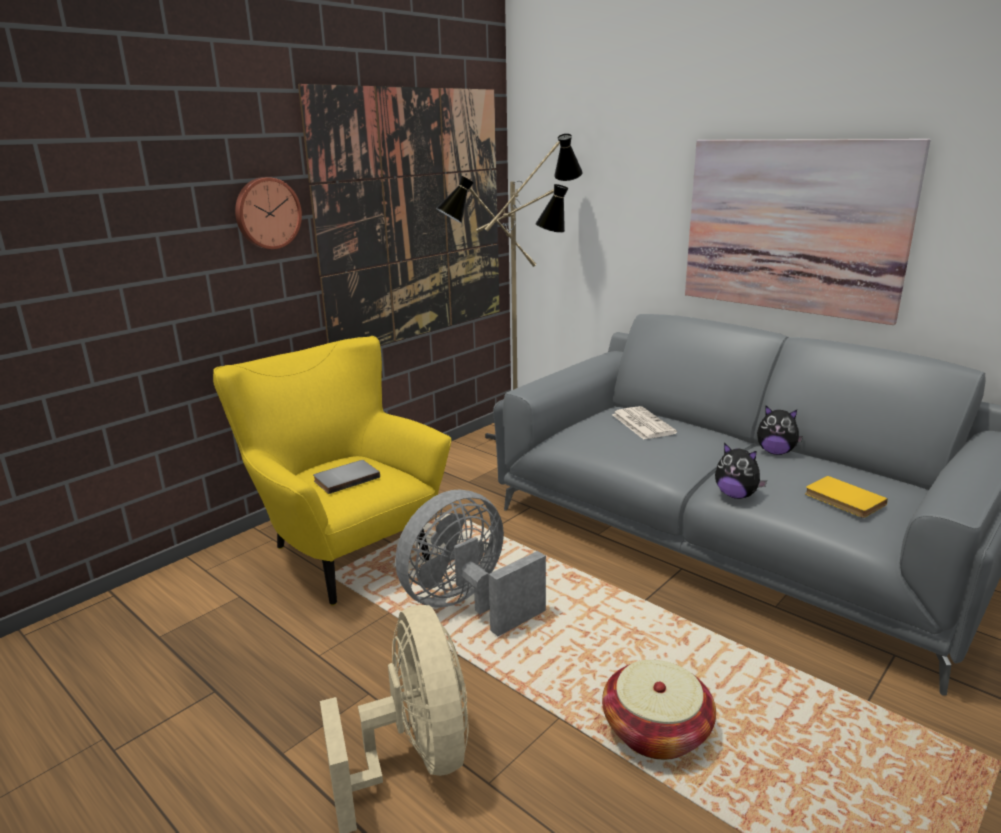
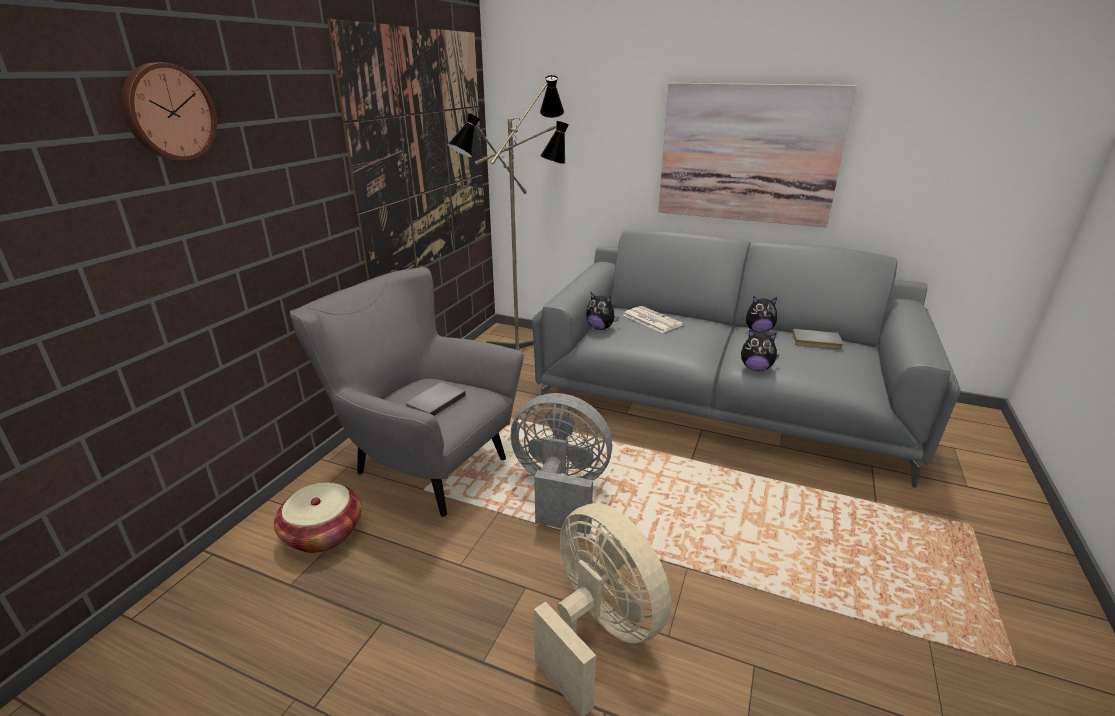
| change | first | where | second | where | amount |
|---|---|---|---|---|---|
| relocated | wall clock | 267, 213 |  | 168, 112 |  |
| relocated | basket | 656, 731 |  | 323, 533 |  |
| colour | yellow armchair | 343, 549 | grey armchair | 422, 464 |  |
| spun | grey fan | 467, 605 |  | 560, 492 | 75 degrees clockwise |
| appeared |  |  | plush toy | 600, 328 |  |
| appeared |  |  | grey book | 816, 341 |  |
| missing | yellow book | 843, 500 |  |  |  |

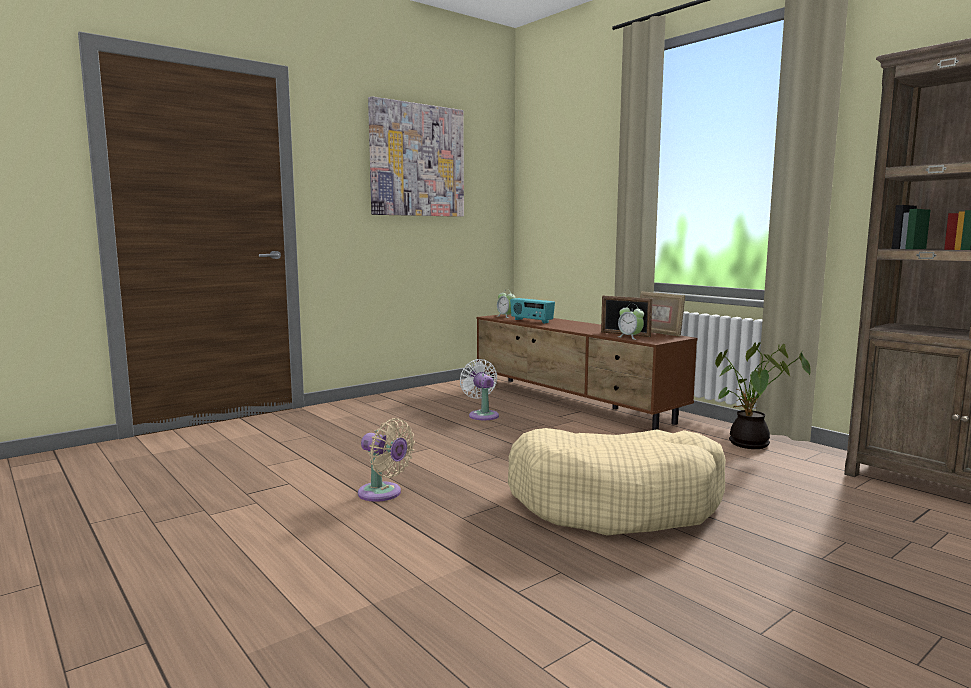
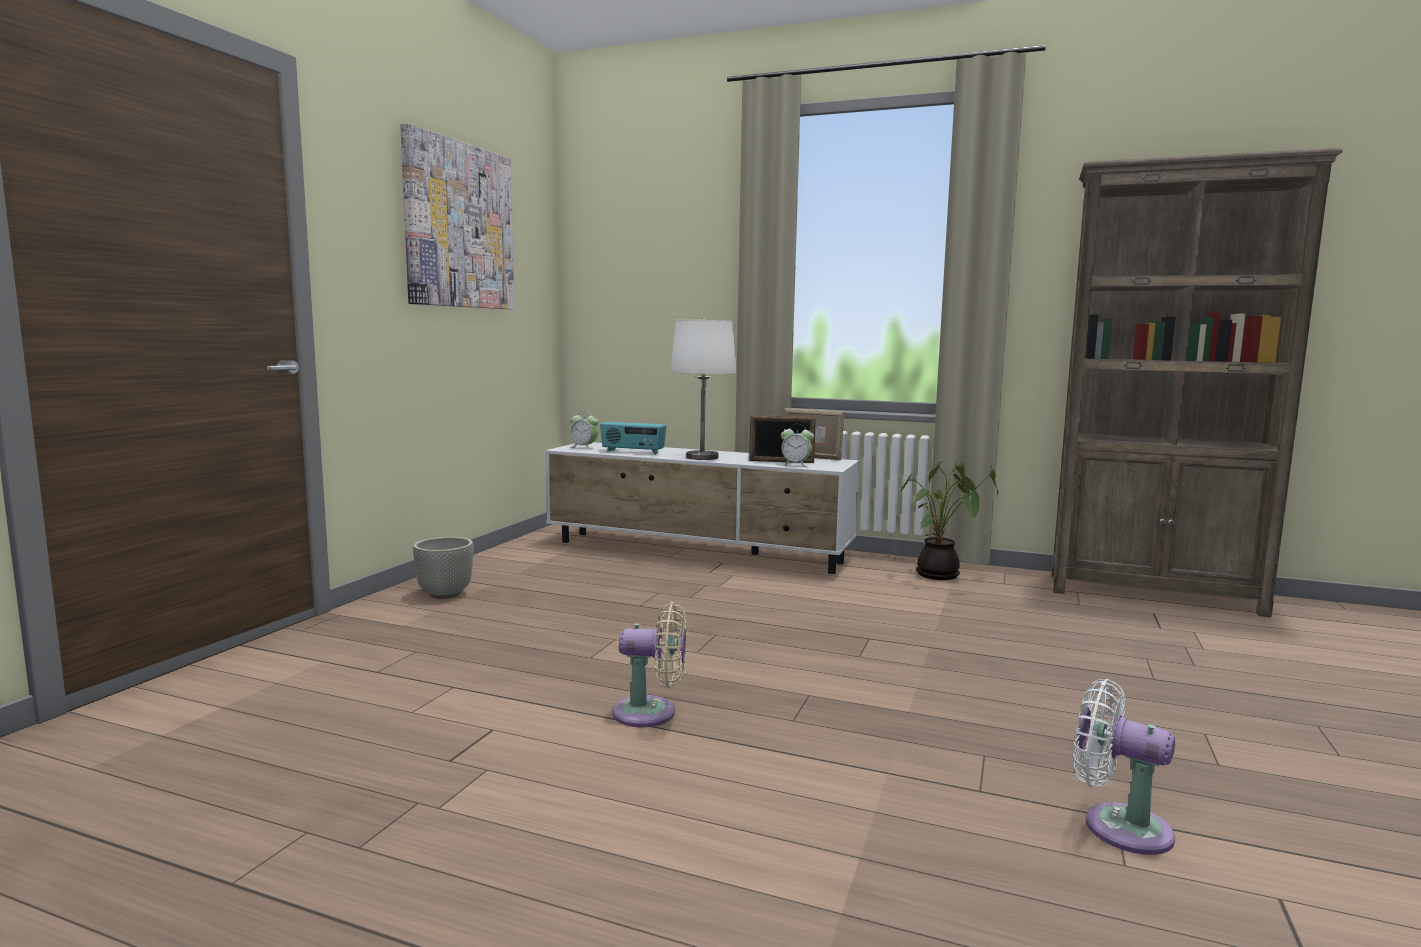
| change | first | where | second | where | amount |
|---|---|---|---|---|---|
| appeared |  |  | grey planter | 444, 594 |  |
| colour | brown tv stand | 573, 402 | white tv stand | 698, 552 |  |
| appeared |  |  | white table lamp | 702, 457 |  |
| relocated | white fan | 482, 415 |  | 1118, 826 |  |
| missing | beige dog bed | 616, 502 |  |  |  |

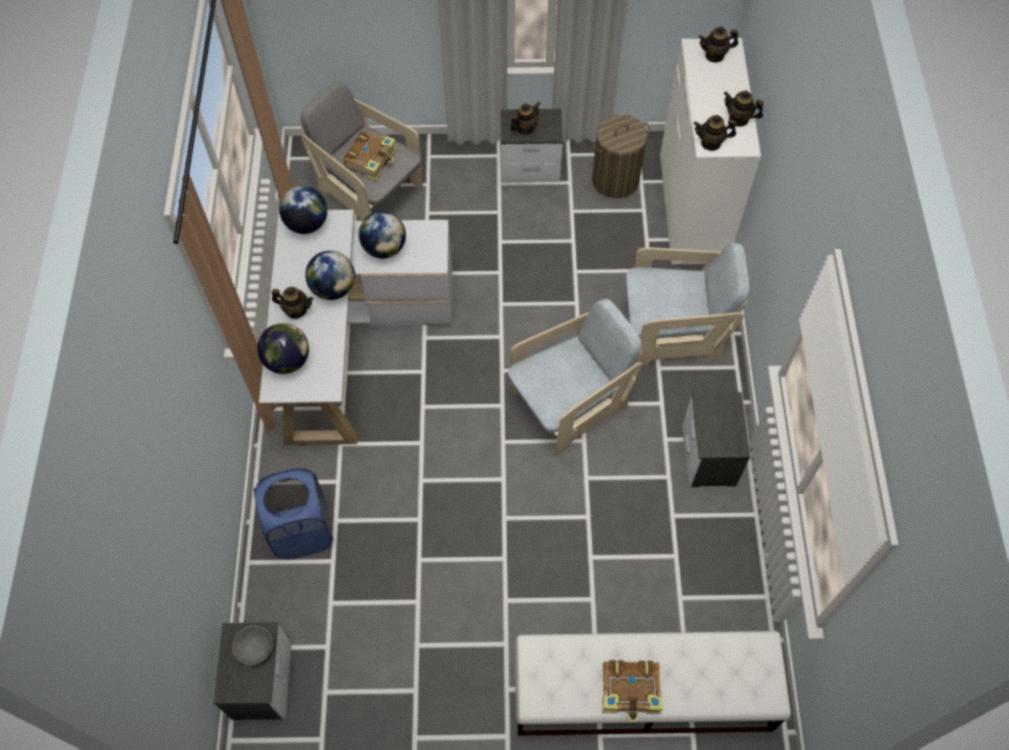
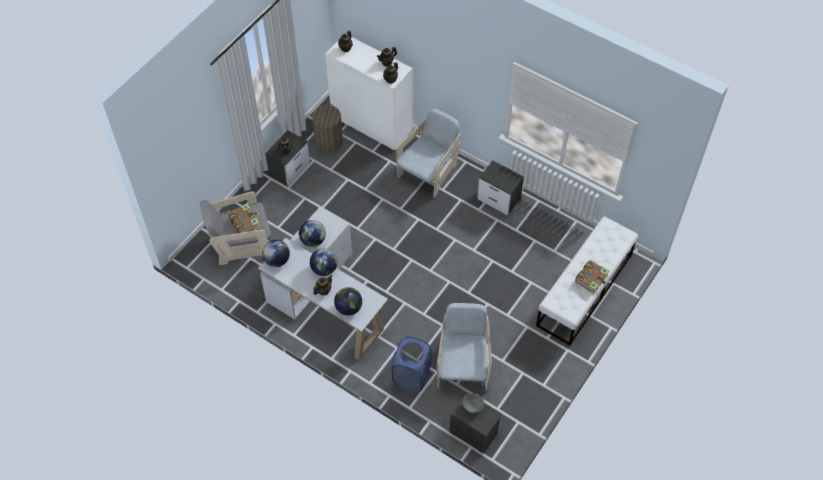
| change | first | where | second | where | amount |
|---|---|---|---|---|---|
| relocated | beige armchair | 570, 403 |  | 463, 366 |  |

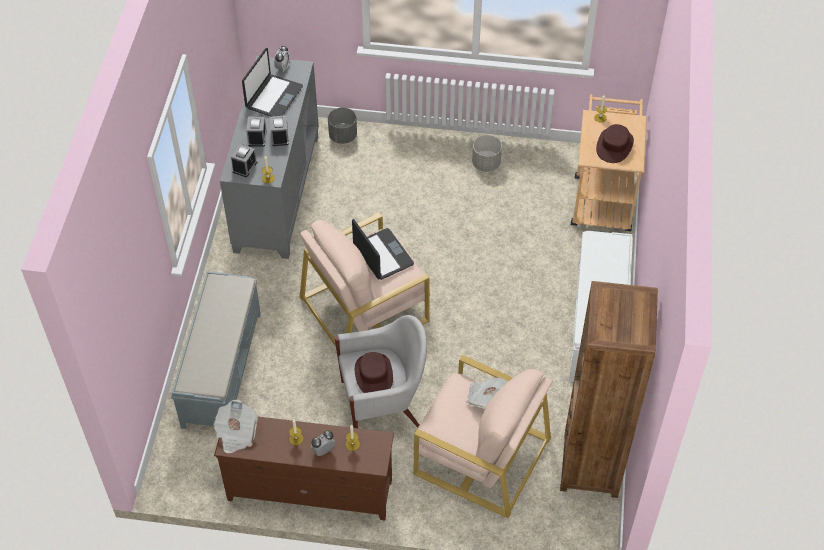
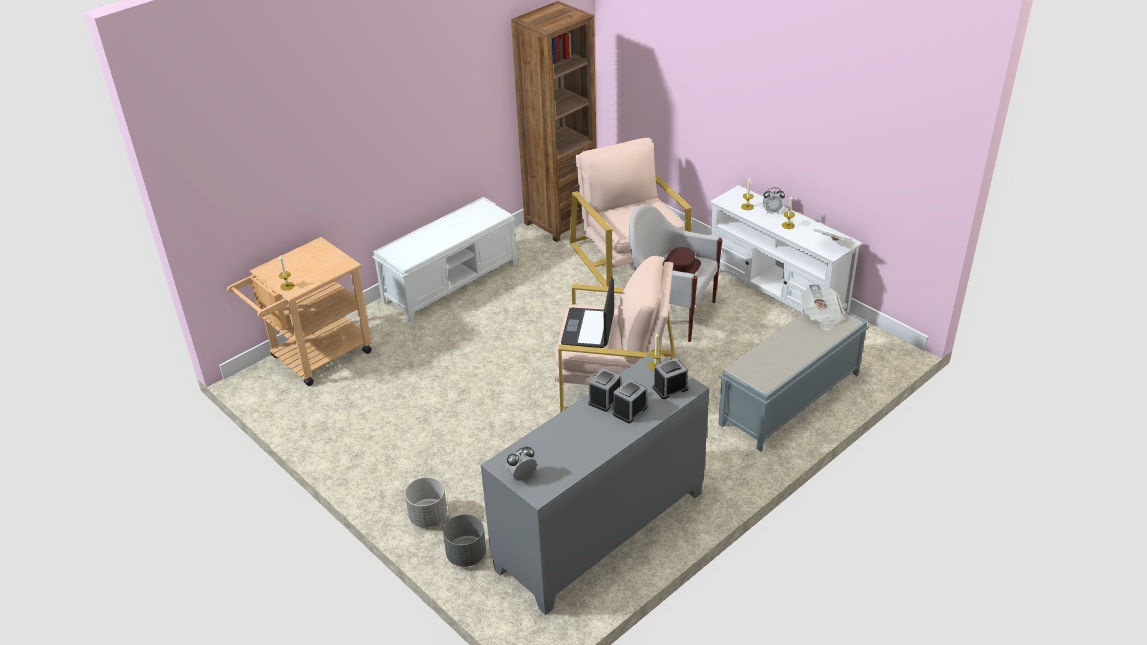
| change | first | where | second | where | amount |
|---|---|---|---|---|---|
| relocated | grey planter | 486, 163 |  | 428, 517 |  |
| colour | brown tv stand | 310, 491 | white tv stand | 777, 292 |  |
| relocated | newspaper | 486, 398 |  | 821, 316 |  |
| missing | laptop | 273, 97 |  |  |  |
| missing | brown hat | 614, 146 |  |  |  |

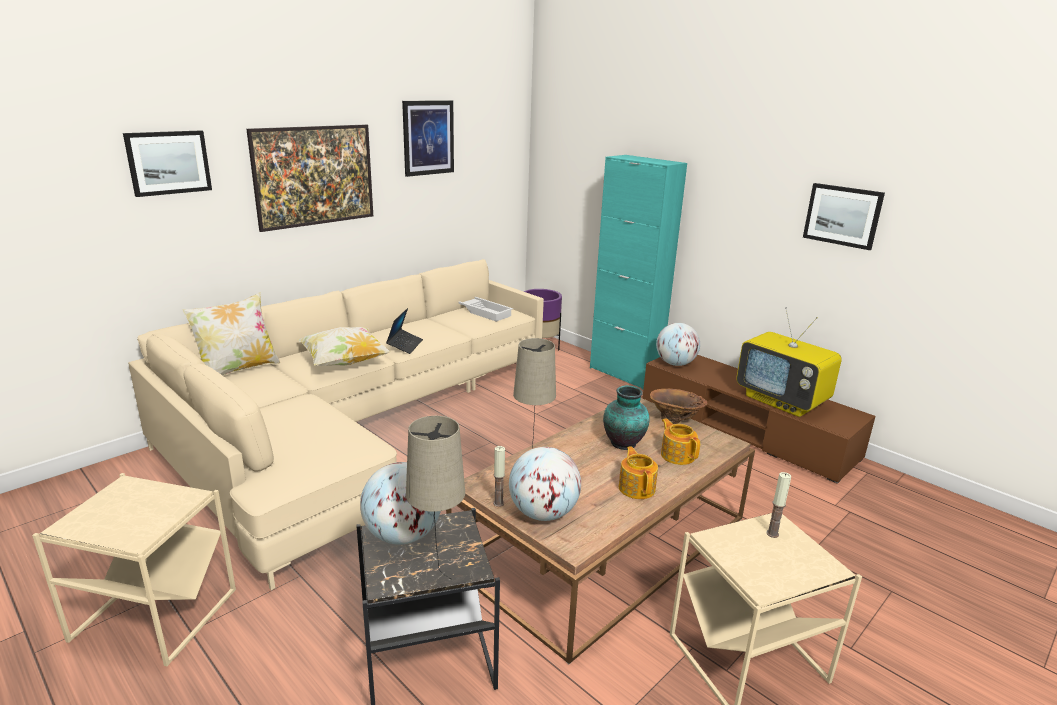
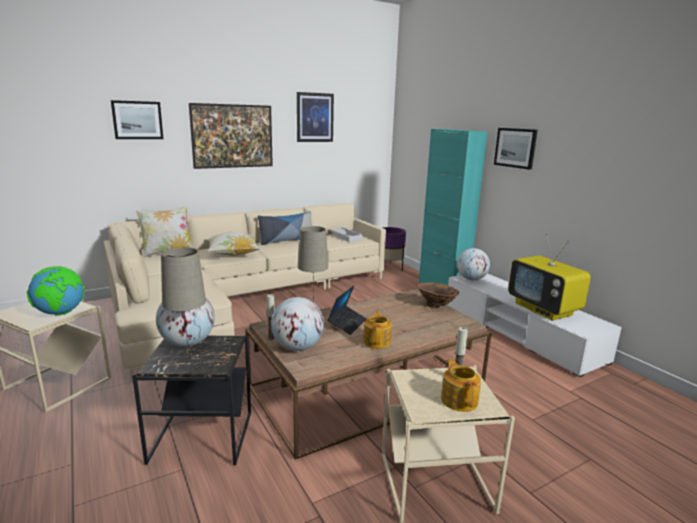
| change | first | where | second | where | amount |
|---|---|---|---|---|---|
| appeared |  |  | globe | 61, 313 |  |
| appeared |  |  | pillow | 286, 240 |  |
| relocated | laptop | 405, 345 |  | 347, 324 |  |
| relocated | teapot | 677, 455 |  | 459, 400 |  |
| colour | brown tv stand | 745, 429 | white tv stand | 519, 332 |  |
| relocated | picture | 842, 215 |  | 515, 148 |  |
| missing | vase | 624, 444 |  |  |  |

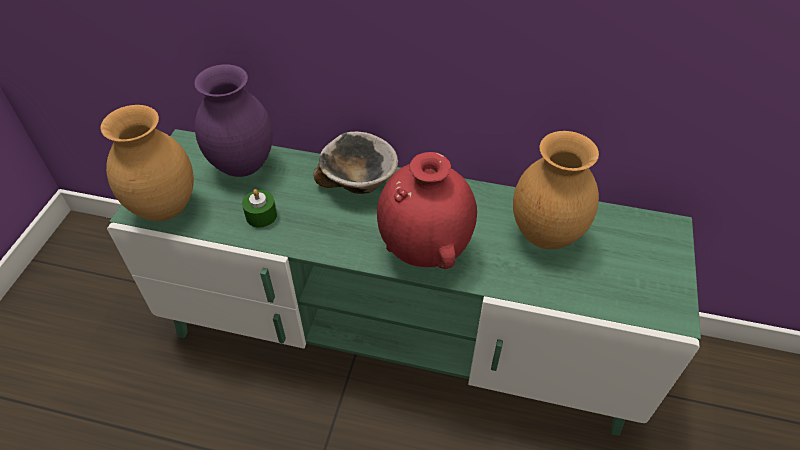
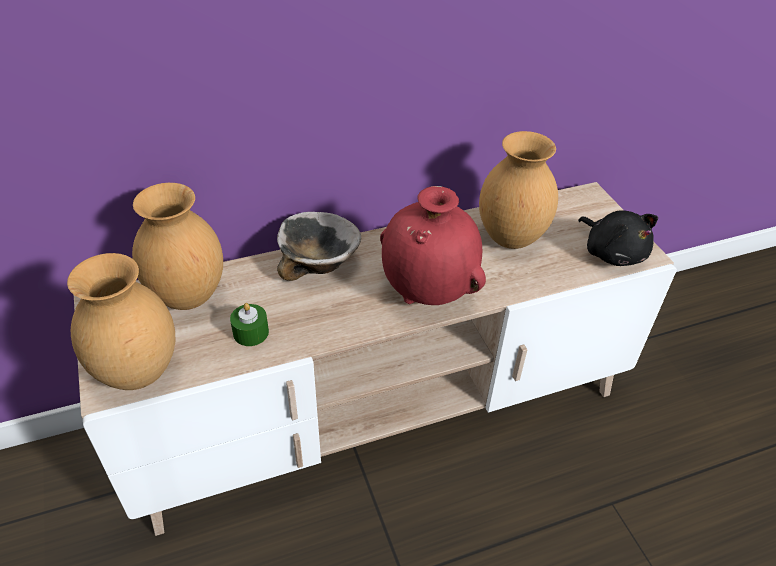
| change | first | where | second | where | amount |
|---|---|---|---|---|---|
| colour | green tv stand | 399, 336 | beige tv stand | 383, 412 |  |
| colour | purple vase | 243, 165 | brown vase | 187, 296 |  |
| appeared |  |  | black plush toy | 612, 252 |  |

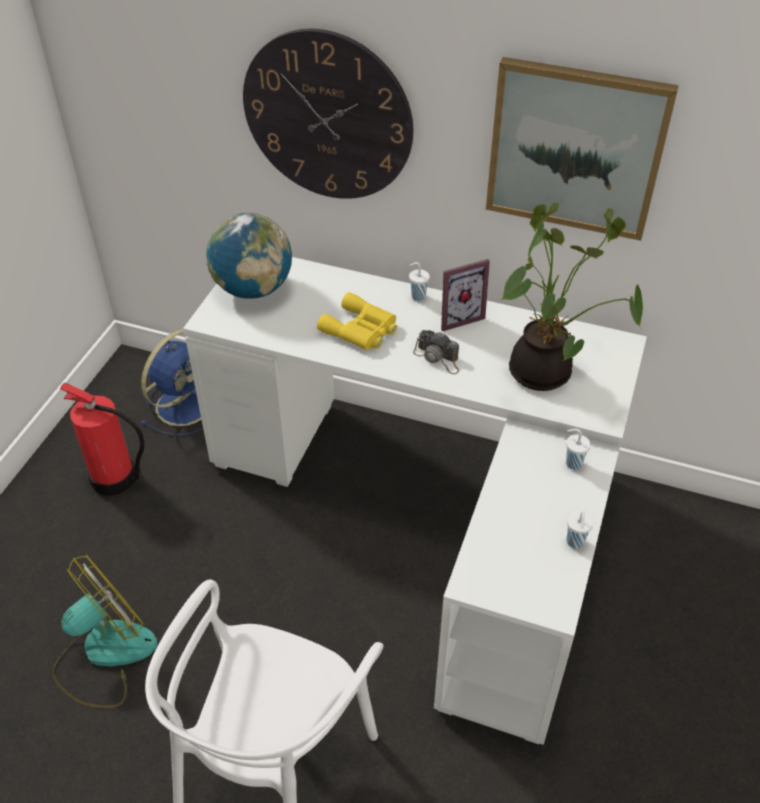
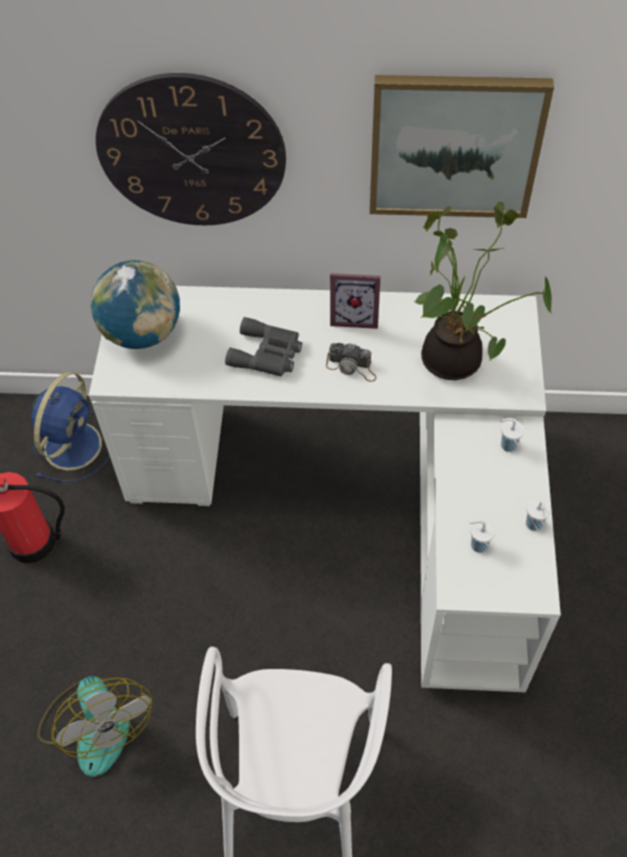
| change | first | where | second | where | amount |
|---|---|---|---|---|---|
| spun | fan | 104, 654 |  | 96, 724 | 120 degrees clockwise |
| colour | yellow binoculars | 361, 330 | grey binoculars | 267, 354 |  |
| spun | picture frame | 457, 316 |  | 354, 316 | 45 degrees clockwise |
| relocated | white cup | 417, 296 |  | 477, 545 |  |

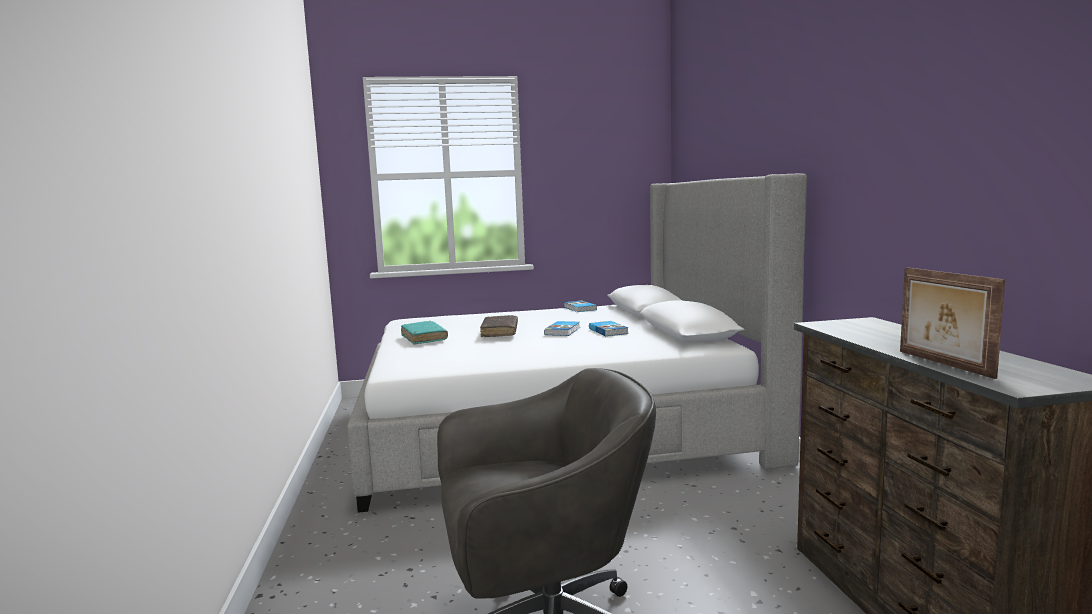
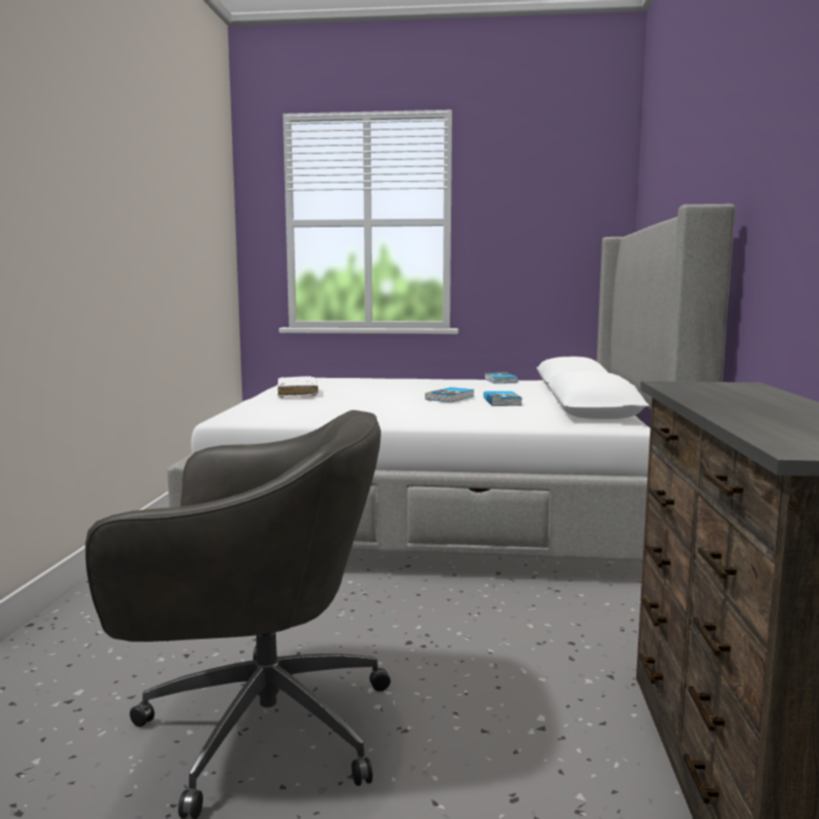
| change | first | where | second | where | amount |
|---|---|---|---|---|---|
| colour | turquoise book | 424, 338 | white book | 297, 394 |  |
| missing | brown book | 499, 332 |  |  |  |
| missing | picture frame | 942, 364 |  |  |  |

